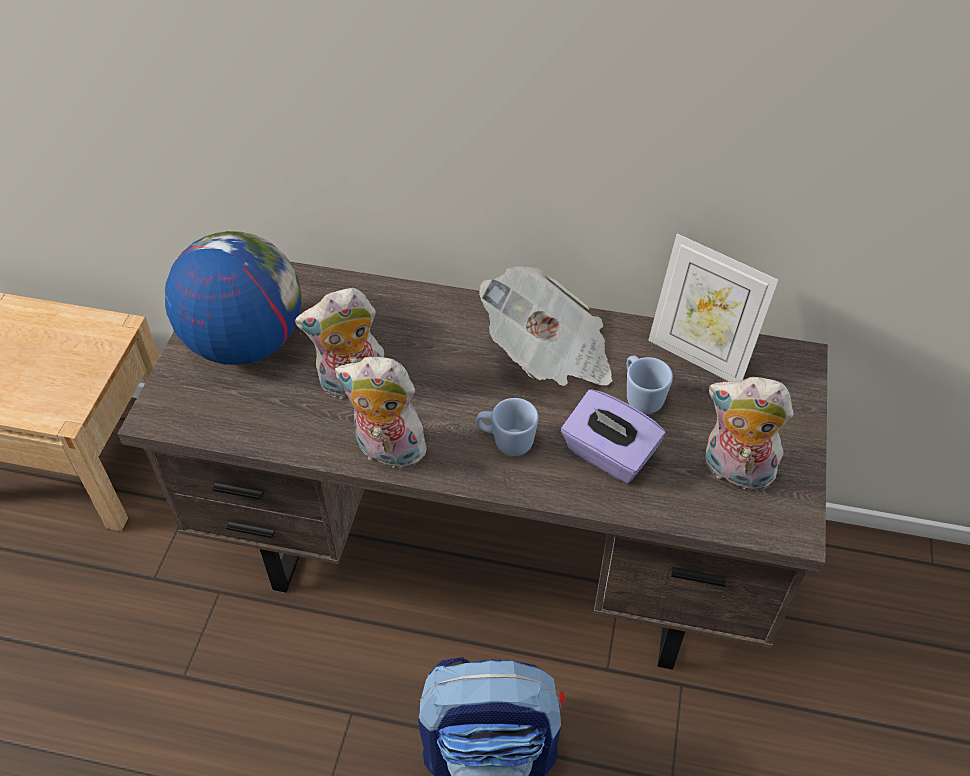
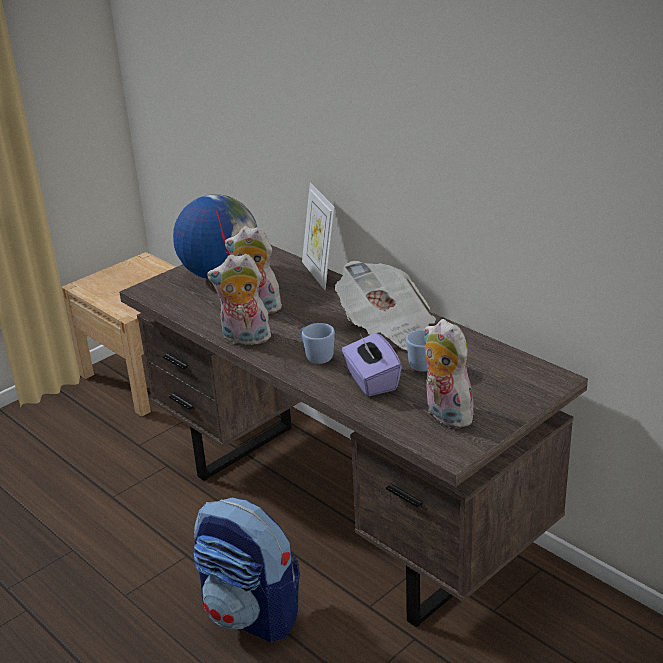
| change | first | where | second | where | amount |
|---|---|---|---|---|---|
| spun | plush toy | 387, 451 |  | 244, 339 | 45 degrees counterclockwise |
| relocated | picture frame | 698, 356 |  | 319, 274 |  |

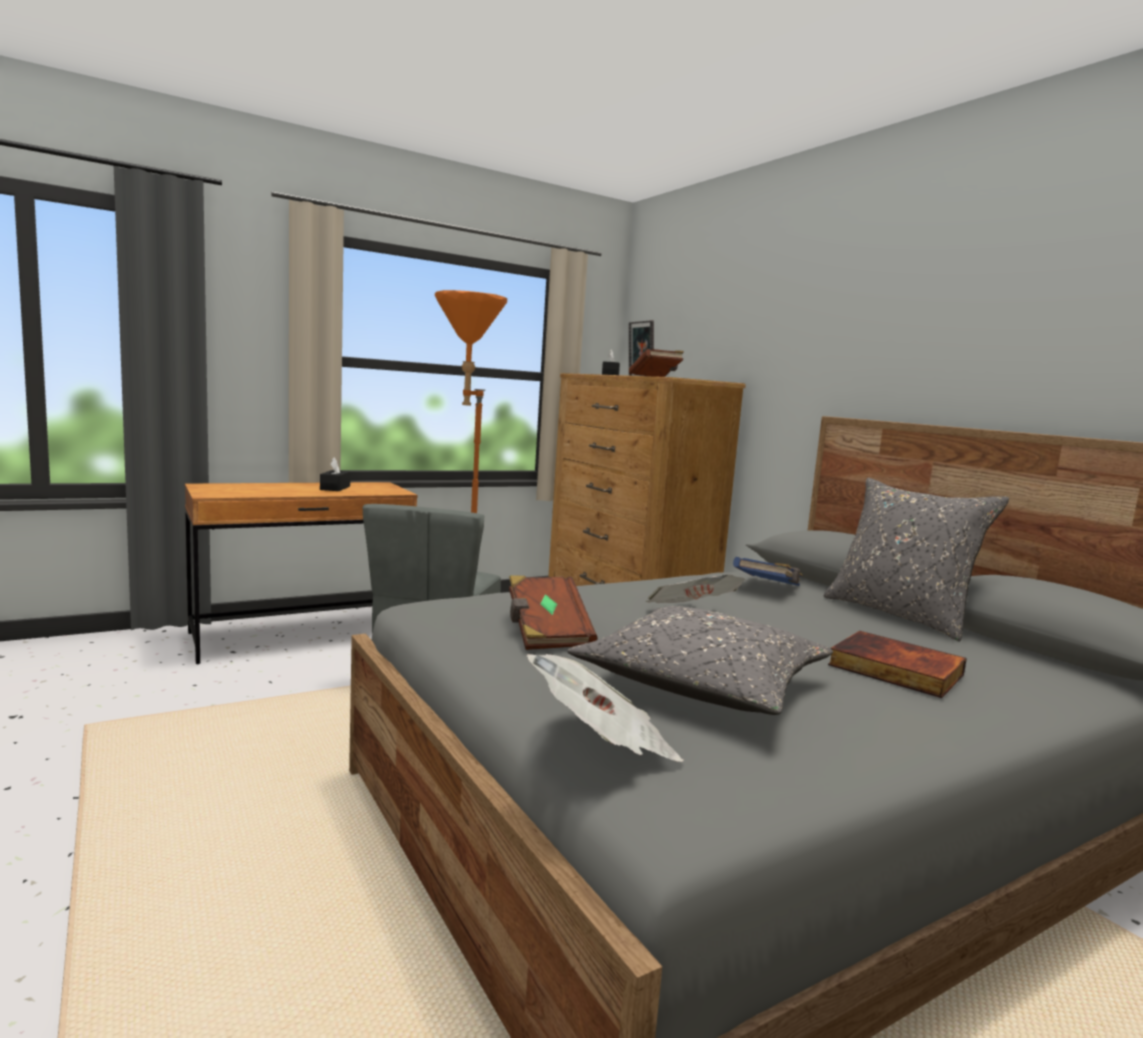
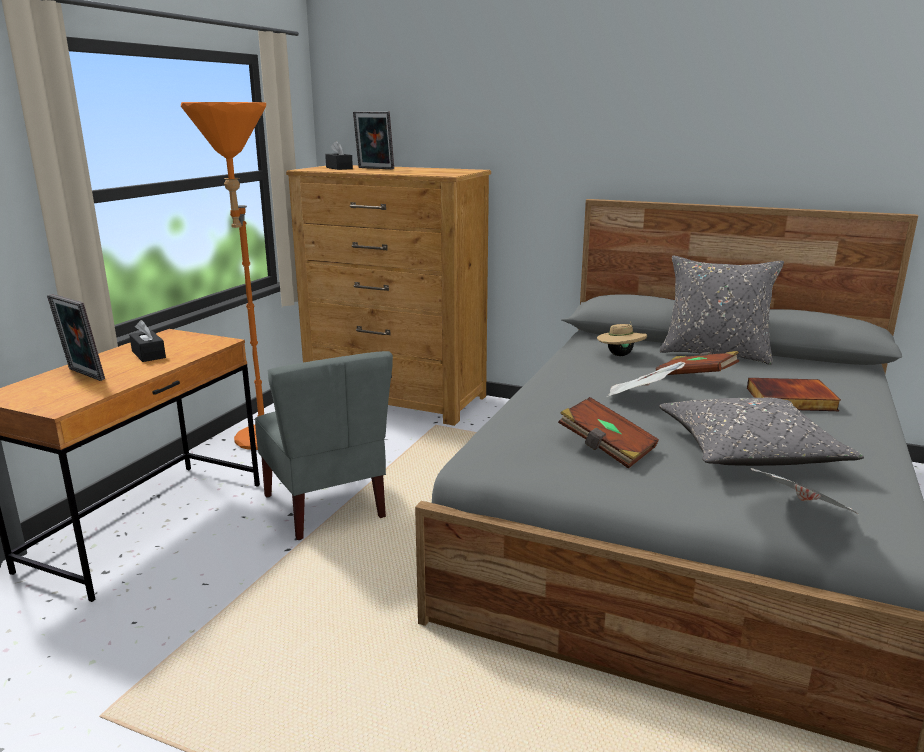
| change | first | where | second | where | amount |
|---|---|---|---|---|---|
| appeared |  |  | picture frame | 83, 375 |  |
| exchanged | blue book | 768, 588 | beige hat | 620, 355 |  |
| relocated | brown book | 655, 376 |  | 695, 378 |  |

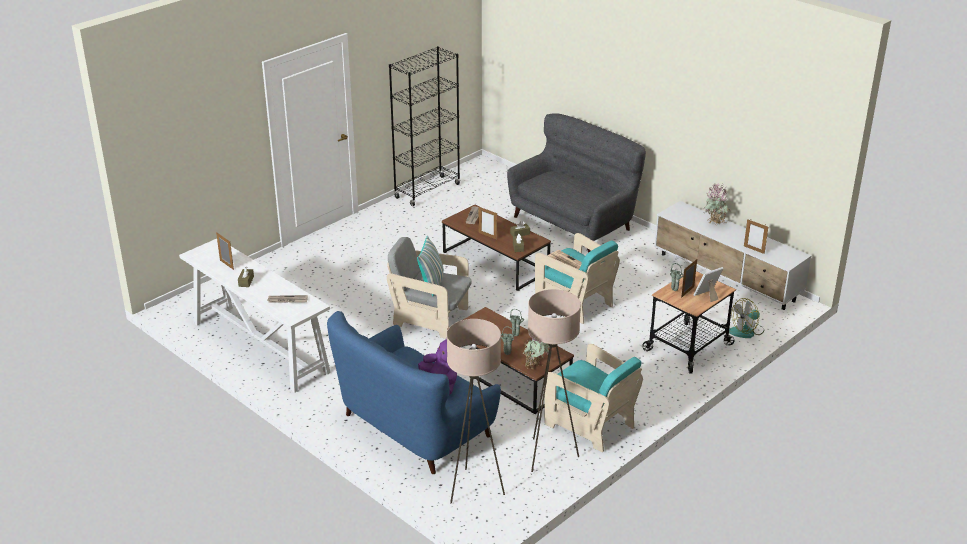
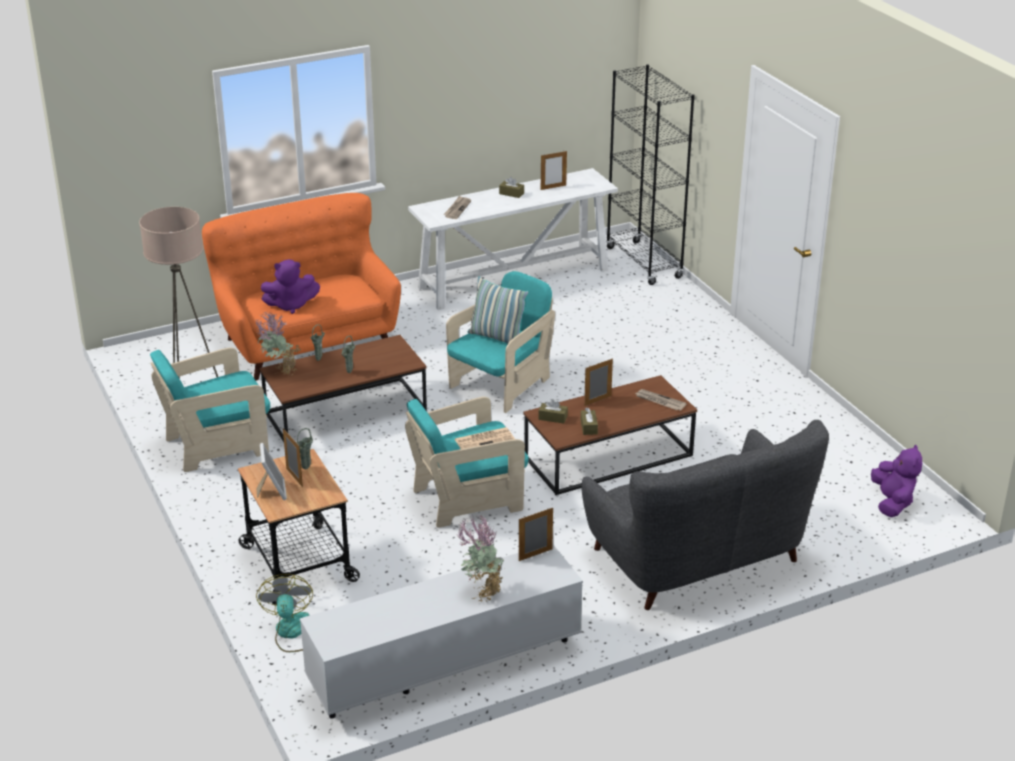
| change | first | where | second | where | amount |
|---|---|---|---|---|---|
| colour | blue sofa | 413, 427 | orange sofa | 307, 340 |  |
| colour | grey armchair | 431, 318 | turquoise armchair | 501, 385 |  |
| relocated | picture frame | 754, 250 |  | 535, 555 |  |
| relocated | black bookcase | 427, 191 |  | 644, 263 |  |
| appeared |  |  | purple plush toy | 892, 502 |  |
| missing | beige floor lamp | 474, 489 |  |  |  |

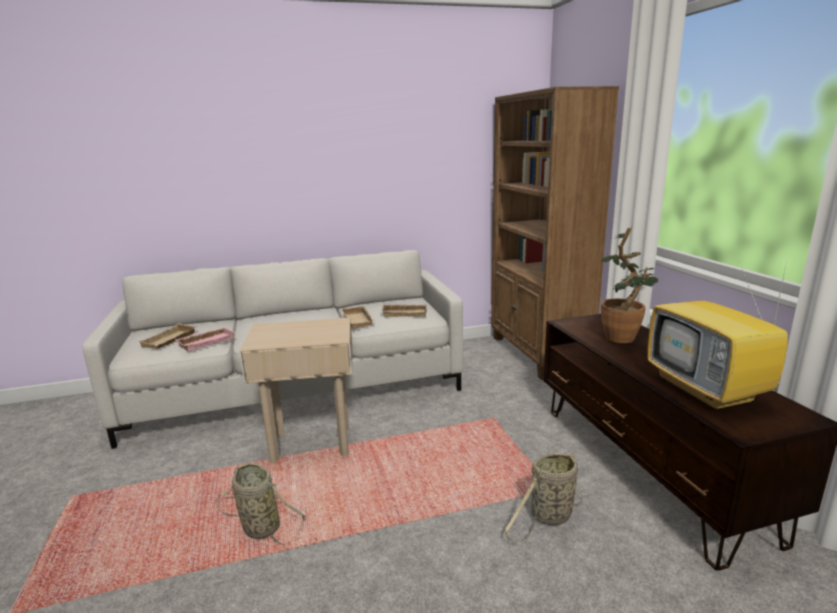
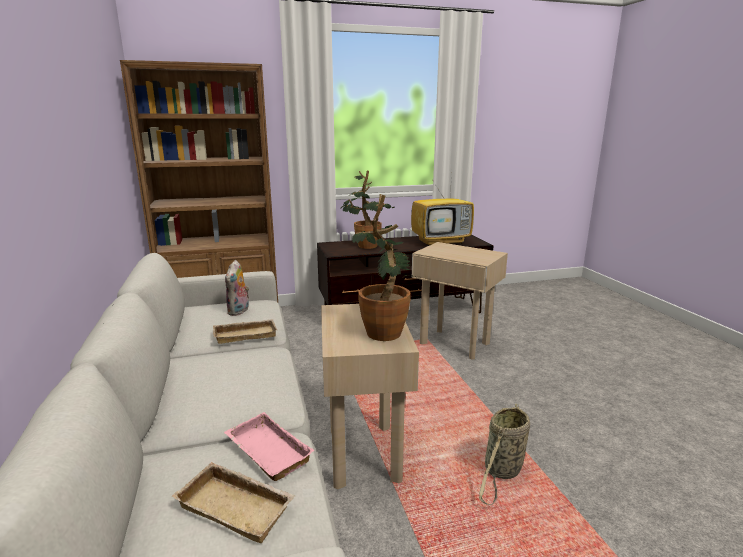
| change | first | where | second | where | amount |
|---|---|---|---|---|---|
| exchanged | beige tray | 405, 313 | plush toy | 239, 311 |  |
| appeared |  |  | potted plant | 387, 329 |  |
| exchanged | basket | 549, 517 | beige side table | 454, 343 |  |

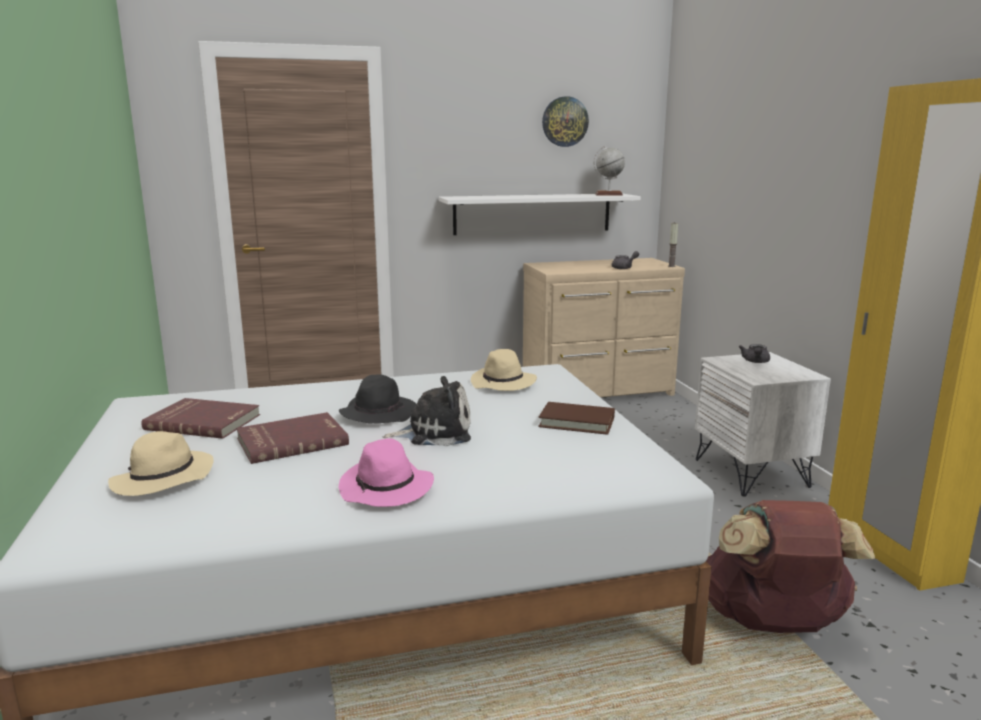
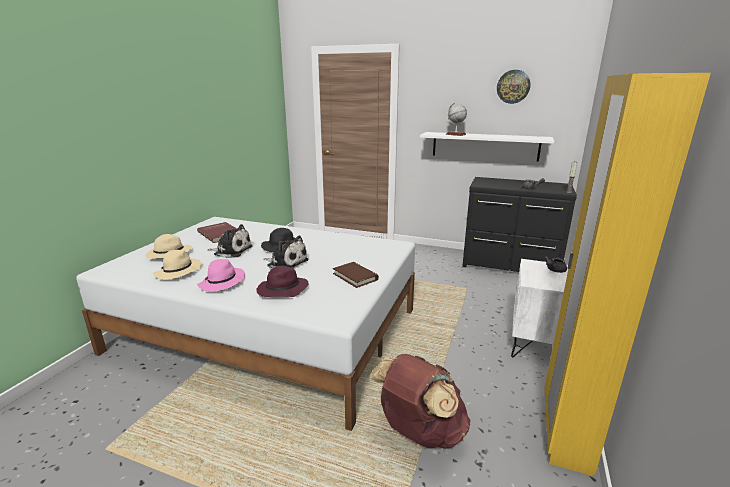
| change | first | where | second | where | amount |
|---|---|---|---|---|---|
| relocated | beige hat | 503, 384 |  | 178, 272 |  |
| exchanged | red book | 292, 441 | plush toy | 231, 251 |  |
| appeared |  |  | purple hat | 282, 290 |  |
| relocated | globe | 608, 194 |  | 455, 134 |  |
| colour | beige dresser | 599, 391 | black dresser | 510, 266 |  |

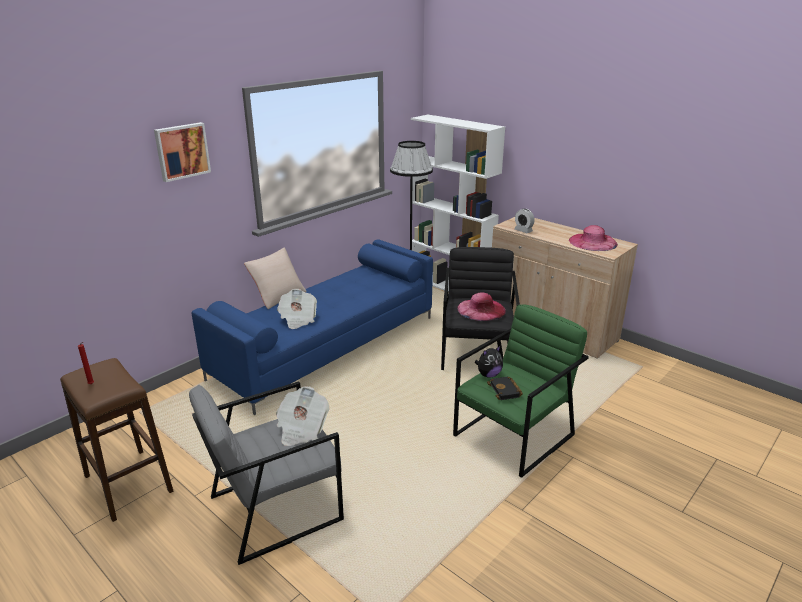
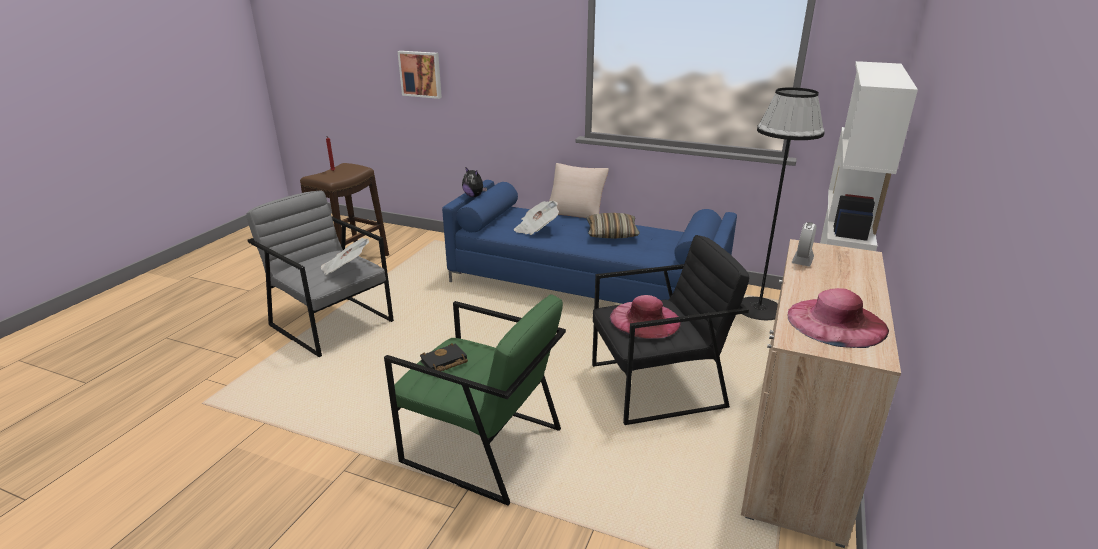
| change | first | where | second | where | amount |
|---|---|---|---|---|---|
| relocated | picture | 182, 151 |  | 421, 74 |  |
| relocated | plush toy | 488, 375 |  | 474, 196 |  |
| appeared |  |  | pillow | 611, 233 |  |

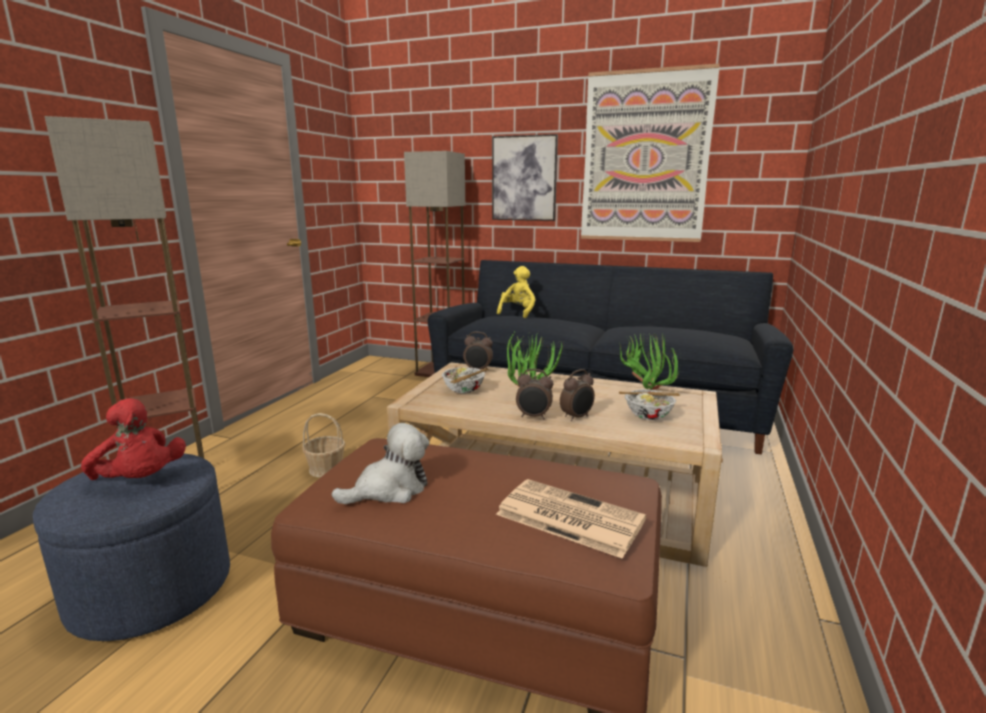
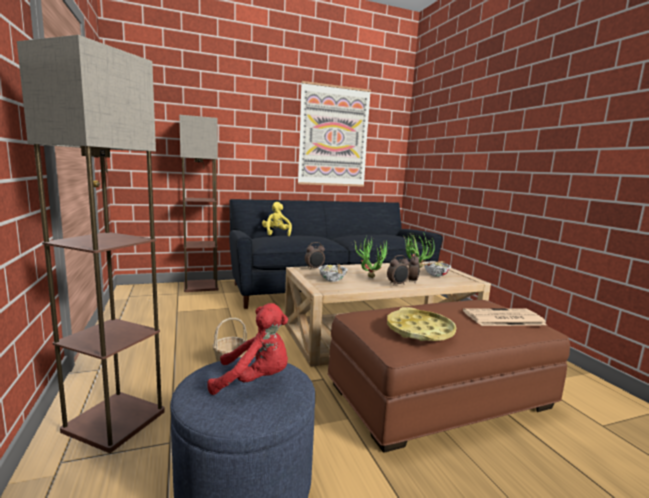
| change | first | where | second | where | amount |
|---|---|---|---|---|---|
| exchanged | plush toy | 389, 489 | yellow tray | 419, 331 |  |
| missing | picture | 524, 178 |  |  |  |

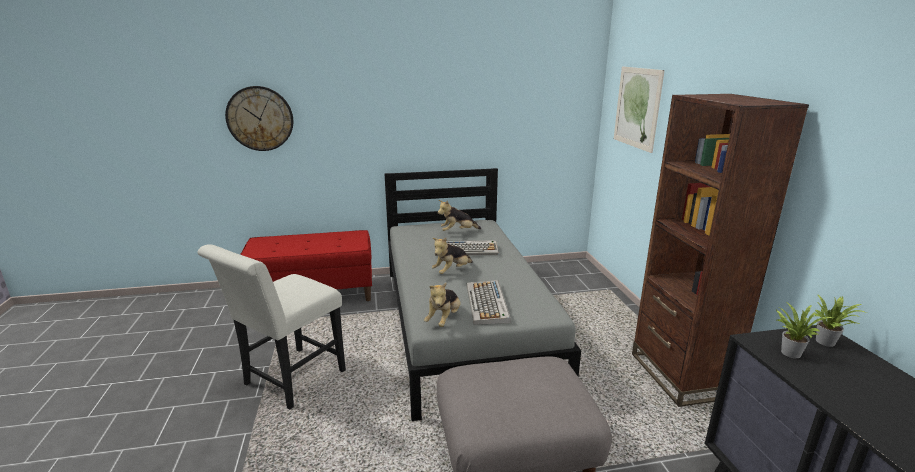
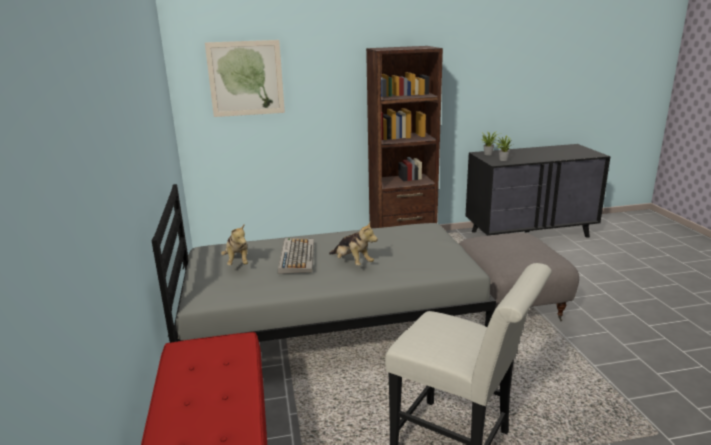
| change | first | where | second | where | amount |
|---|---|---|---|---|---|
| missing | wall clock | 260, 118 |  |  |  |
| missing | plush toy | 444, 319 |  |  |  |
| missing | keyboard | 487, 303 |  |  |  |

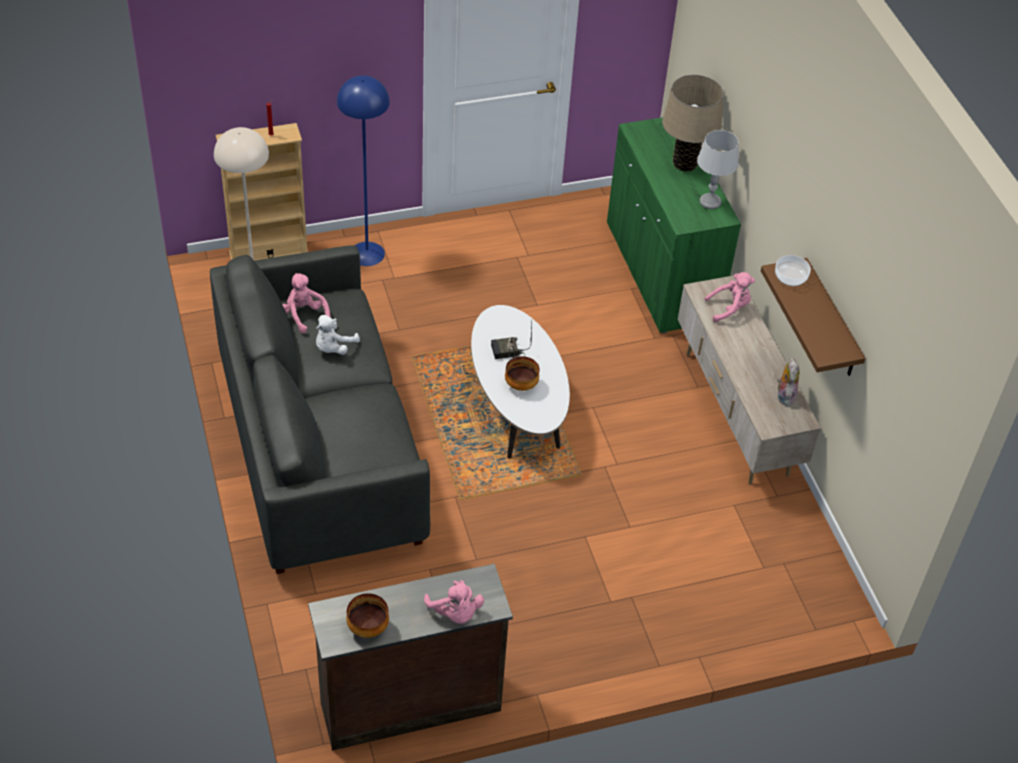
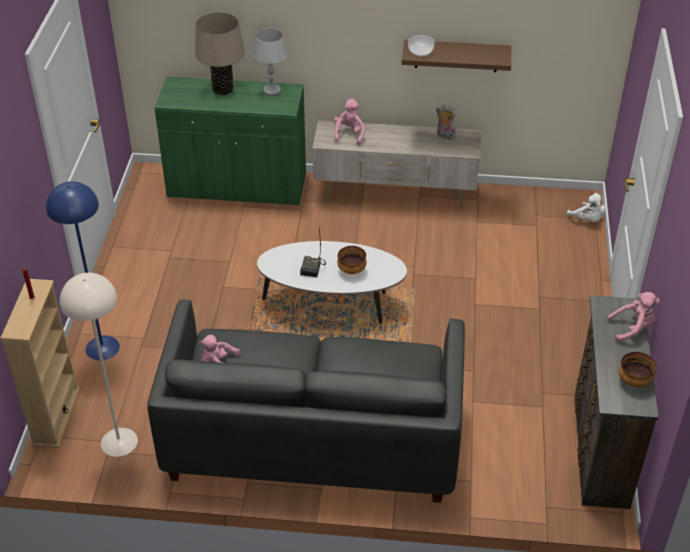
| change | first | where | second | where | amount |
|---|---|---|---|---|---|
| relocated | white plush toy | 333, 347 |  | 587, 219 |  |

